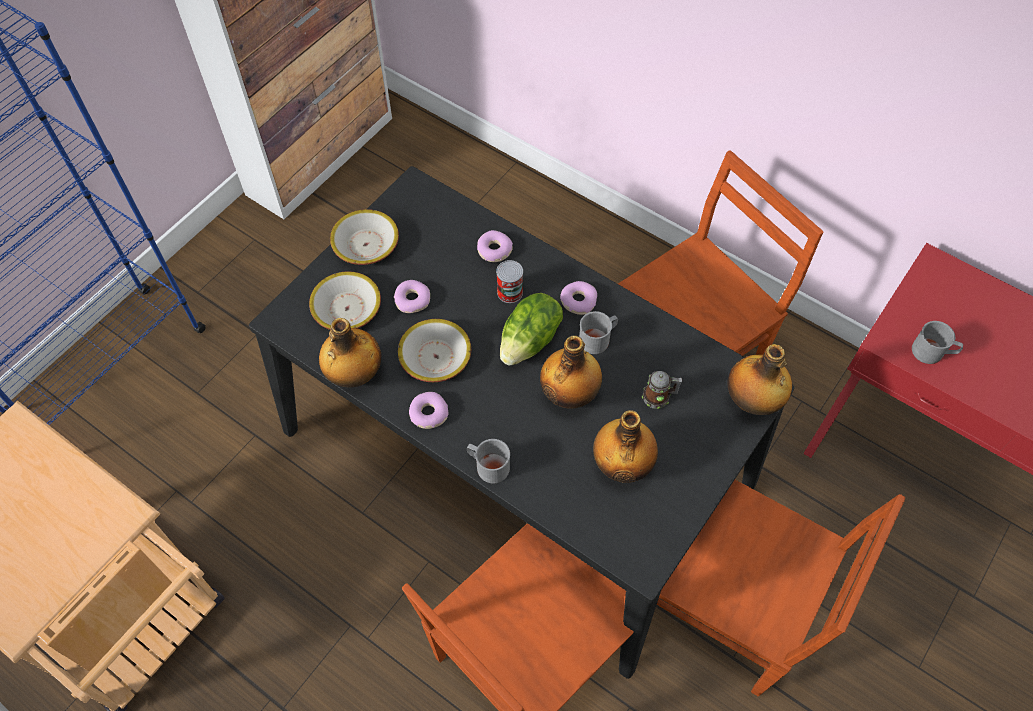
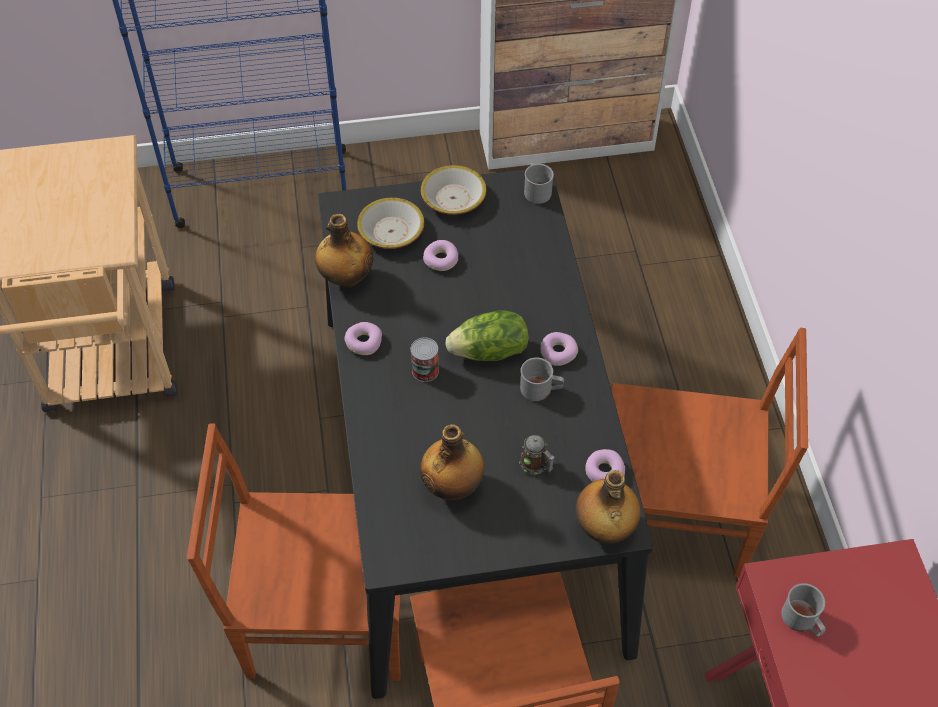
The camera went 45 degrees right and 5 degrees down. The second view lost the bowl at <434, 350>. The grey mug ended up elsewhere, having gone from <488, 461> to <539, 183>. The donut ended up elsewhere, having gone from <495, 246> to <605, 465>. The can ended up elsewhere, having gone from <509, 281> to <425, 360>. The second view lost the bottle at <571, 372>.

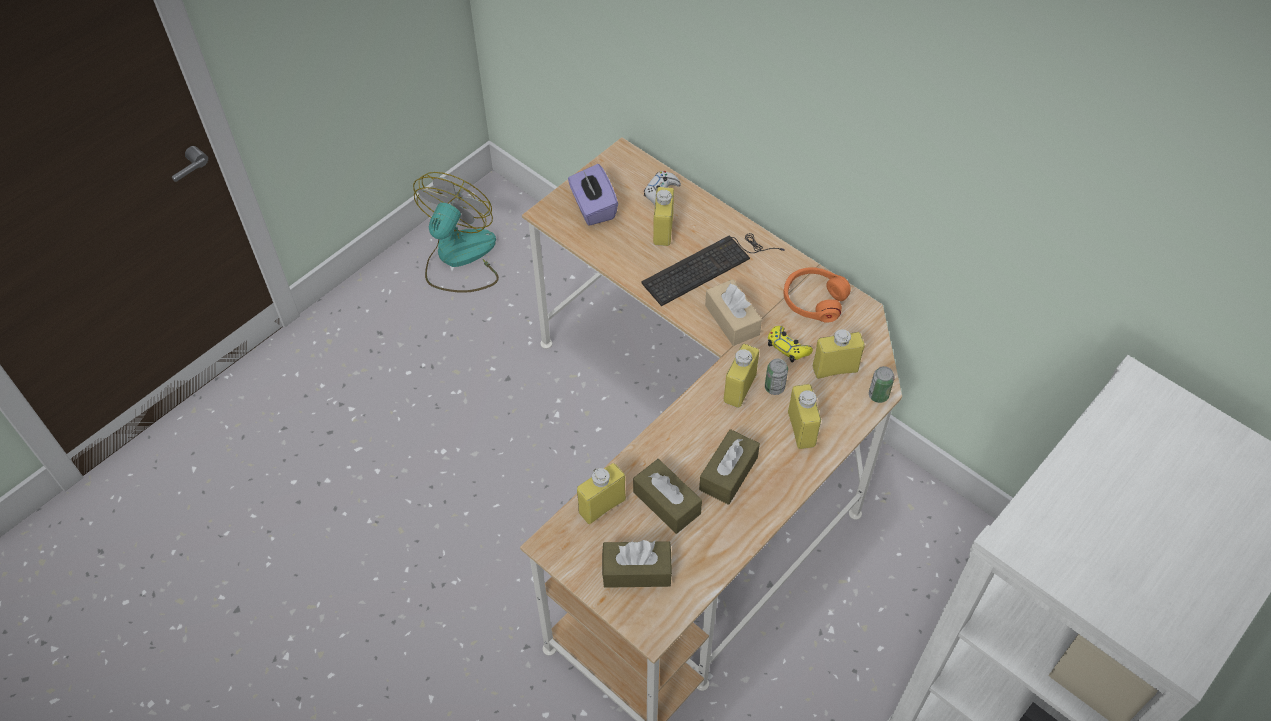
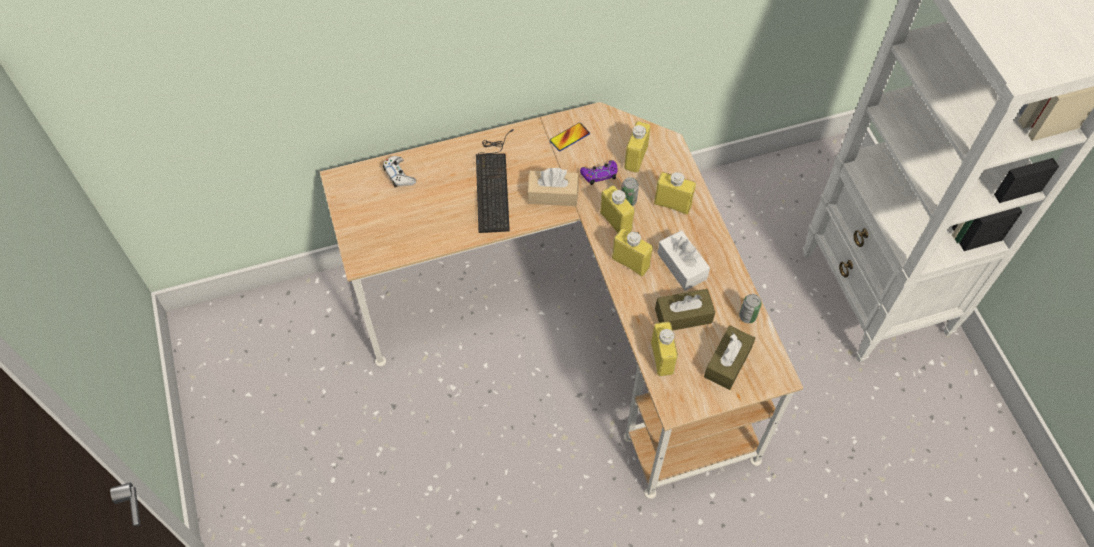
The camera went 60 degrees left and 5 degrees up. The second view lost the fan at <456, 232>. The second view lost the purple tissue box at <593, 195>. The yellow bottle ended up elsewhere, having gone from <663, 216> to <632, 252>. What was the brown tissue box at <729, 467> turned into the white tissue box at <683, 261>. What was the yellow game controller at <790, 344> turned into the purple game controller at <599, 172>. Where the orange headphones stood at <817, 295>, the phone came to stand at <570, 137>. The can ended up elsewhere, having gone from <882, 384> to <750, 308>.

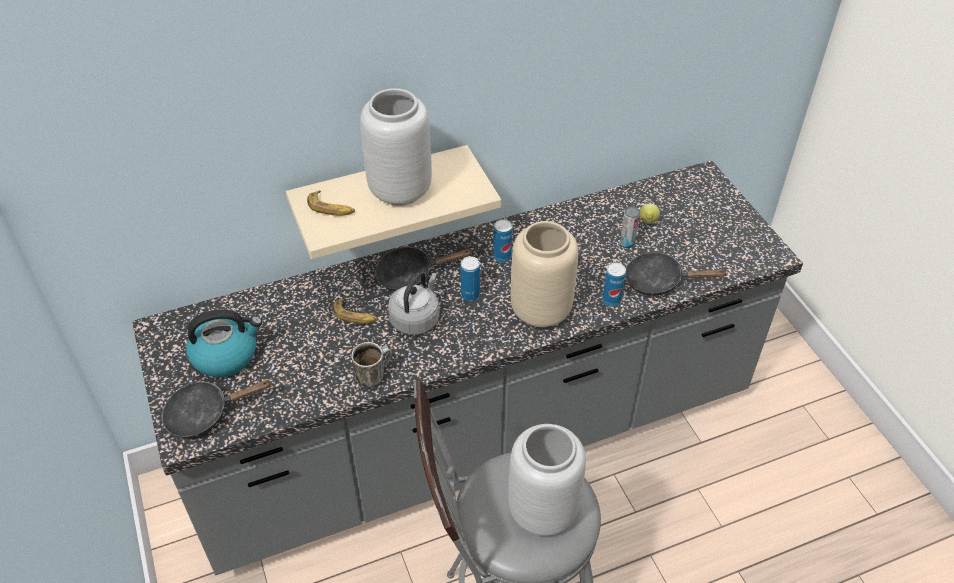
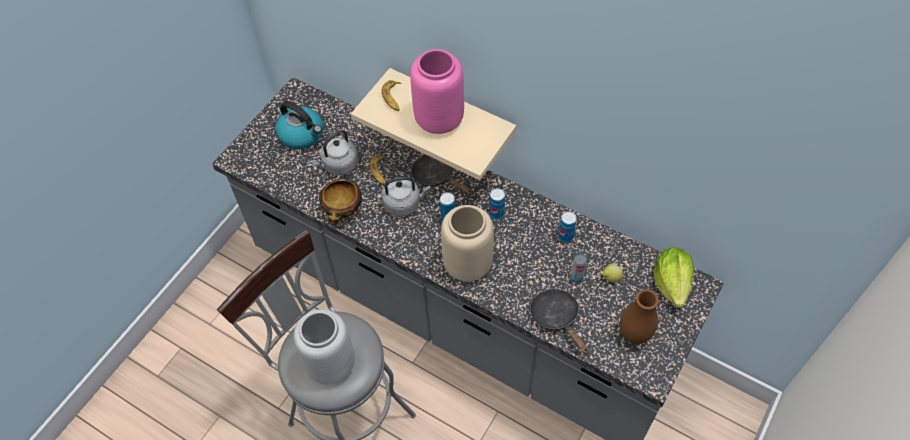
The camera went 55 degrees right and 10 degrees up. The second view lost the black frying pan at <217, 409>. Where the mug stood at <371, 364>, the bowl came to stand at <340, 201>. What was the grey vase at <396, 147> turned into the pink vase at <437, 91>. The can ended up elsewhere, having gone from <614, 285> to <567, 227>. The second view gained the grey kettle at <335, 152>. The second view gained the brown vase at <639, 316>. The second view gained the lettuce at <673, 277>.

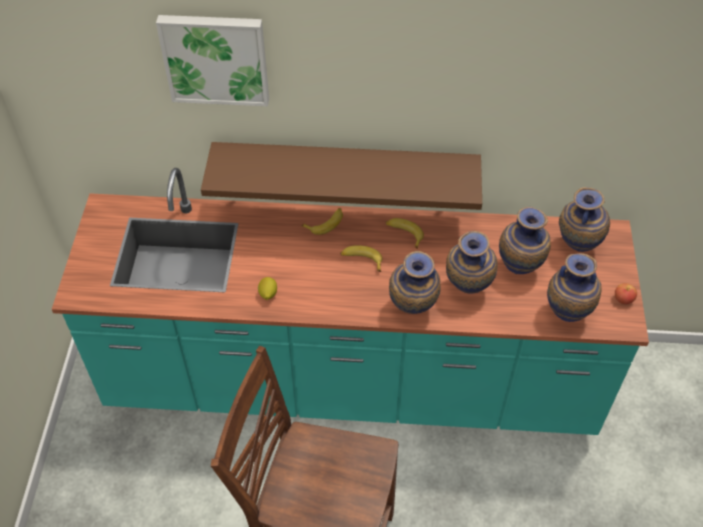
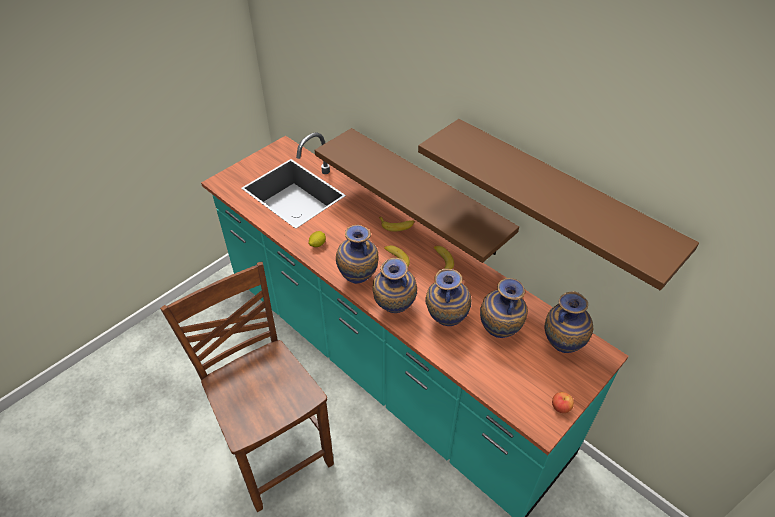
The camera went 40 degrees right and 5 degrees down. The second view lost the picture at <212, 60>. The vase ended up elsewhere, having gone from <574, 287> to <357, 254>. The second view gained the brown shelf at <558, 205>.

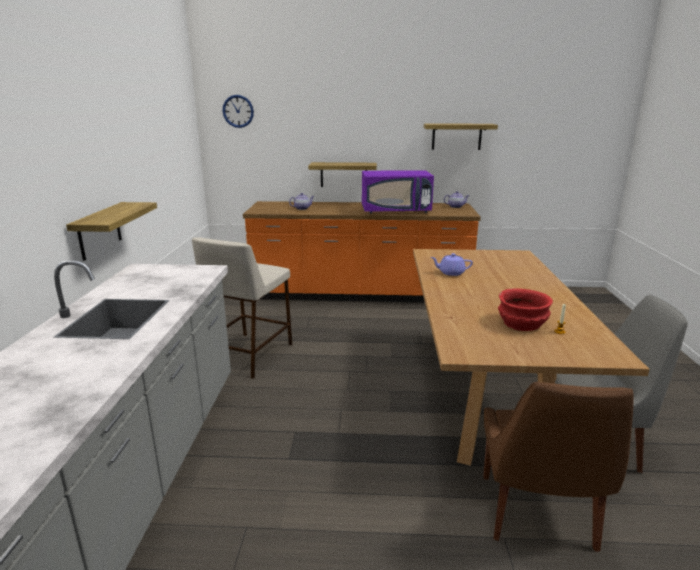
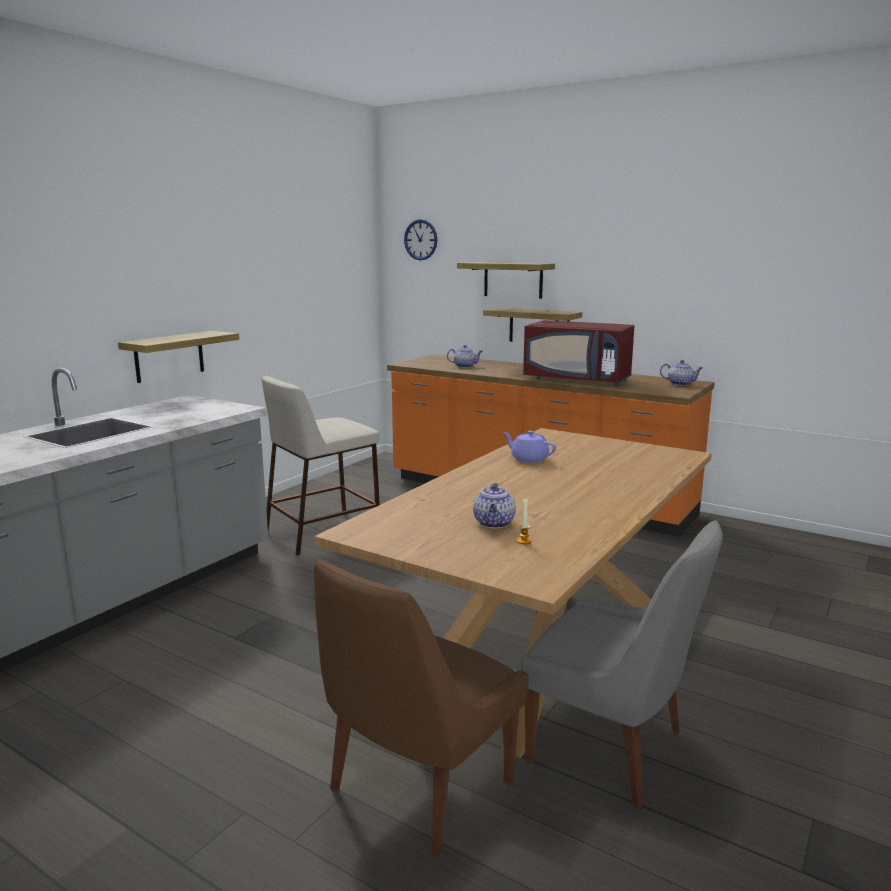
The camera went 30 degrees right and 5 degrees down. What was the purple microwave at <398, 192> turned into the red microwave at <578, 353>. The shelf ended up elsewhere, having gone from <461, 137> to <506, 280>. Where the red bowl stood at <525, 309>, the teapot came to stand at <494, 505>.

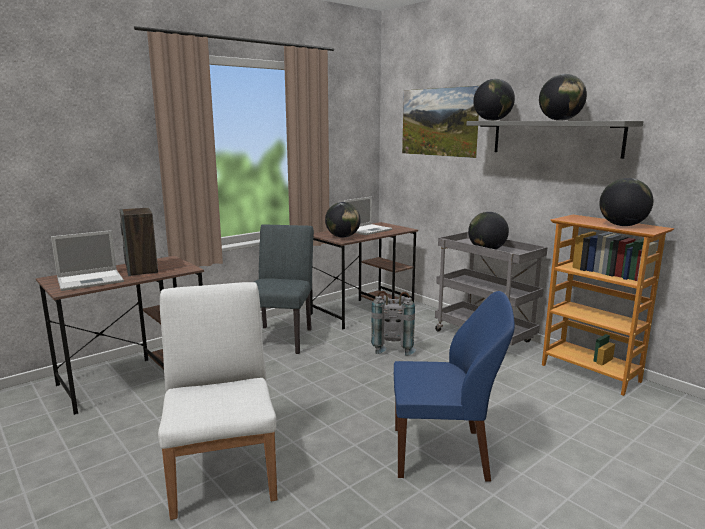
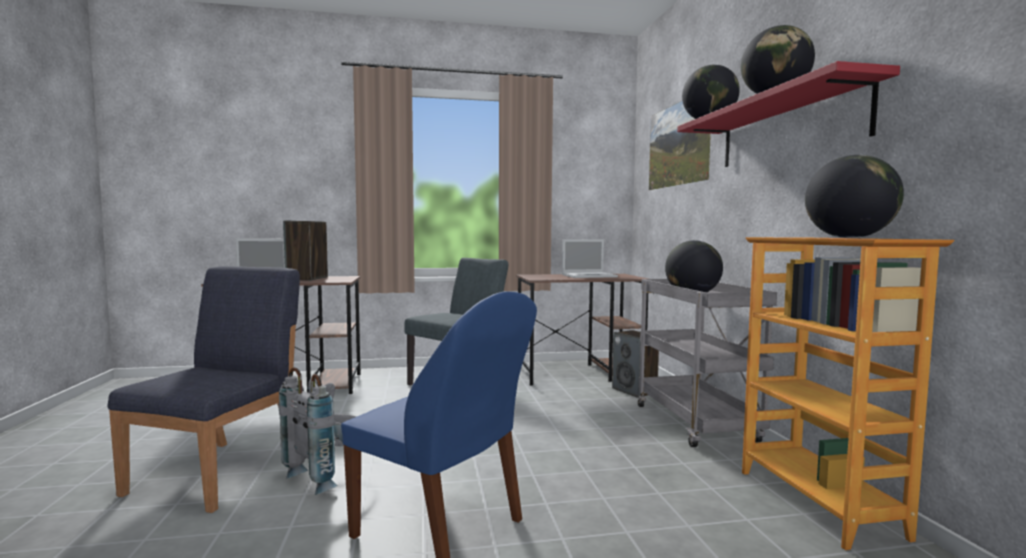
The camera went 30 degrees right and 10 degrees down. What was the white chair at <217, 401> turned into the blue chair at <204, 389>. The second view lost the globe at <343, 220>. The grey backpack ended up elsewhere, having gone from <393, 323> to <317, 431>. What was the grey shelf at <555, 140> turned into the red shelf at <788, 114>. The second view gained the speaker at <635, 364>.

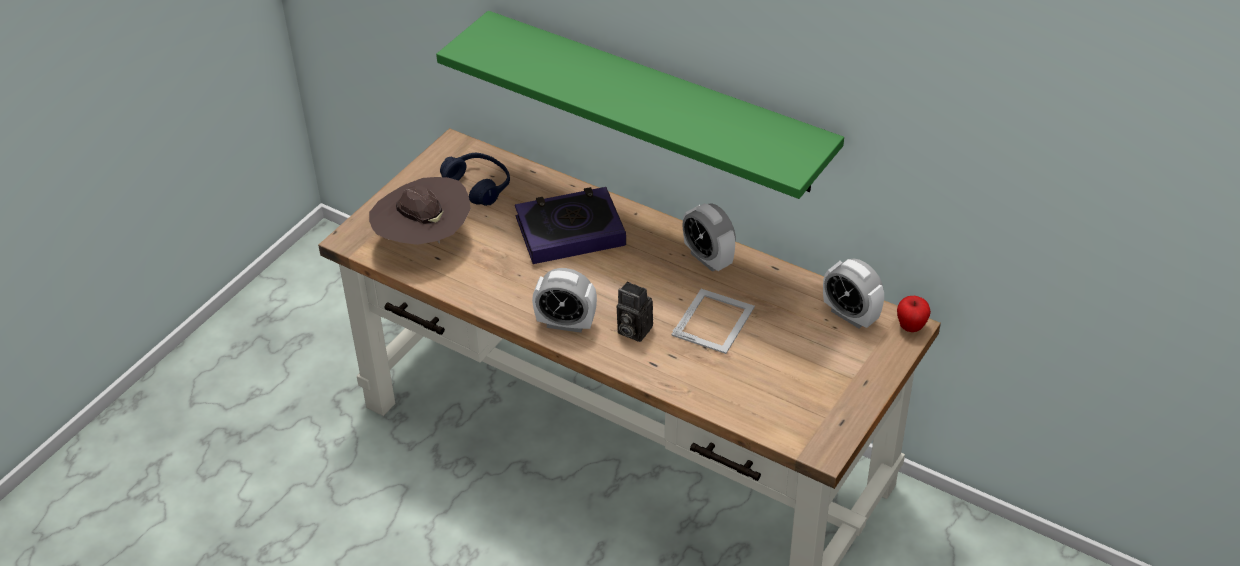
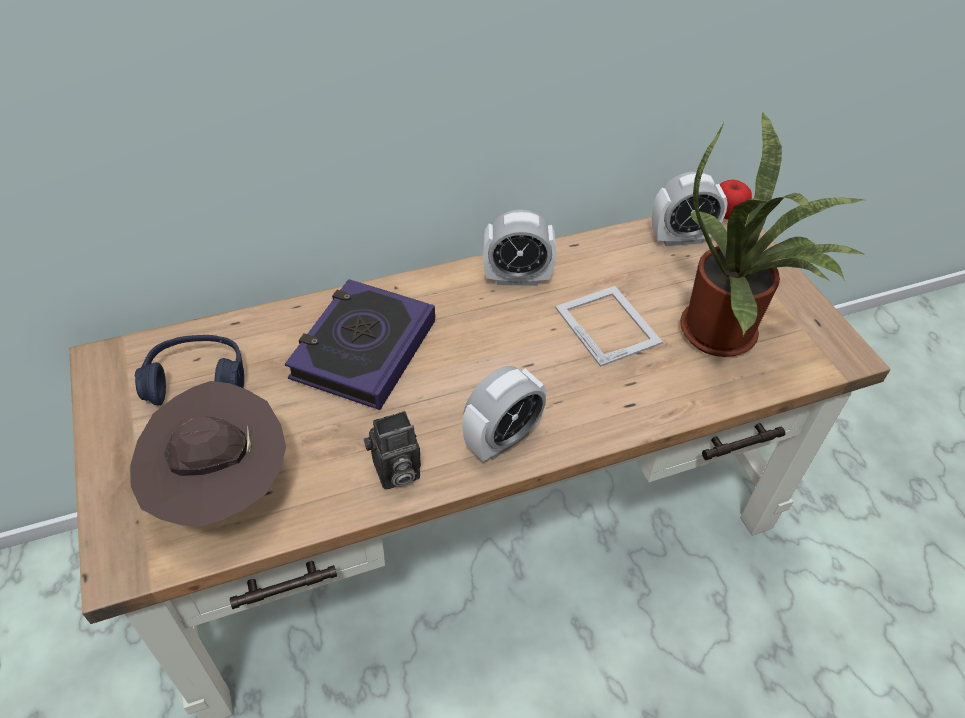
The camera went 55 degrees left and 5 degrees up. The second view lost the green shelf at <640, 105>. The photo camera ended up elsewhere, having gone from <635, 311> to <392, 450>. The second view gained the potted plant at <774, 234>.

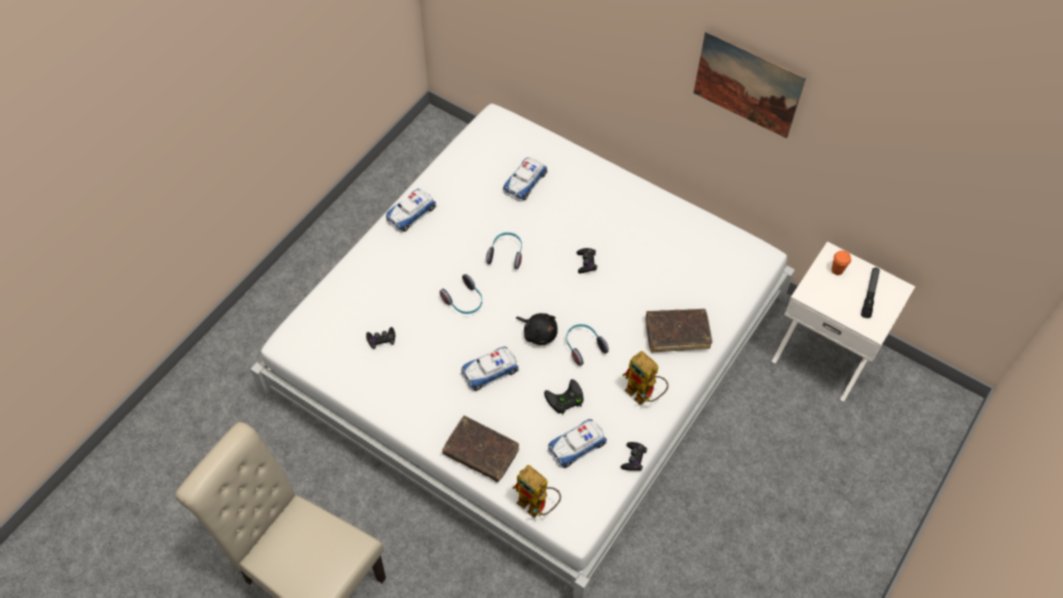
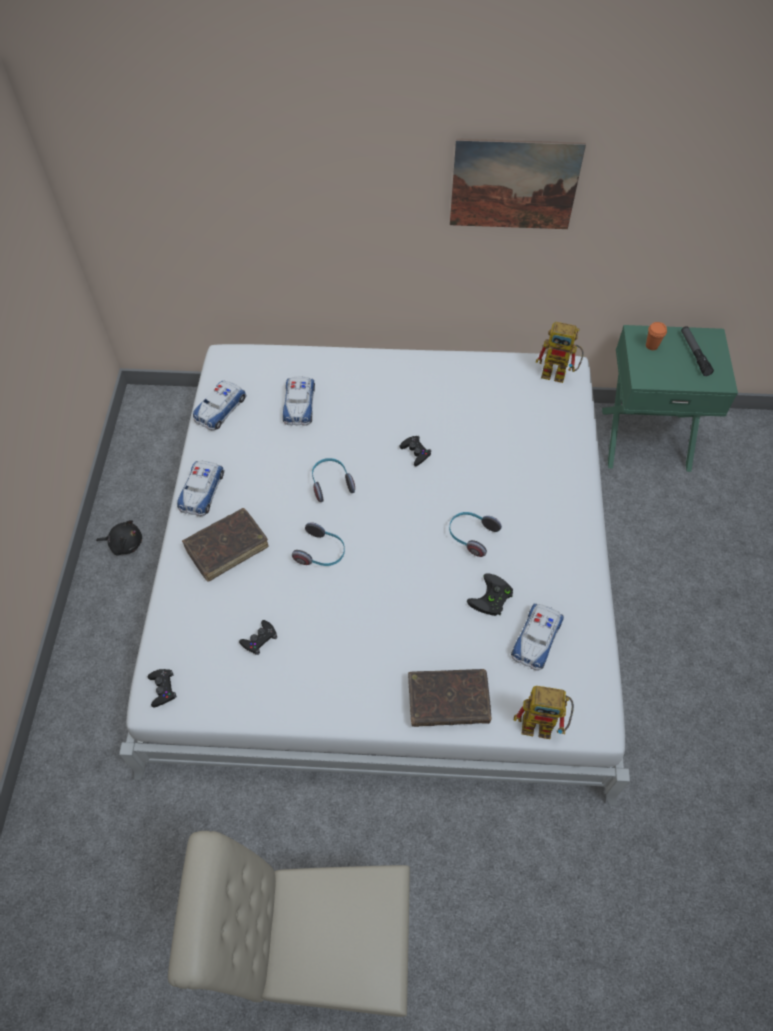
The camera went 30 degrees left and 0 degrees up. The toy car ended up elsewhere, having gone from <490, 369> to <220, 406>. The black plush toy ended up elsewhere, having gone from <537, 329> to <119, 538>. The black game controller ended up elsewhere, having gone from <634, 456> to <162, 688>. The toy robot ended up elsewhere, having gone from <645, 378> to <560, 352>. The brown book ended up elsewhere, having gone from <679, 331> to <225, 544>. What was the white nightstand at <843, 321> turned into the green nightstand at <670, 398>.

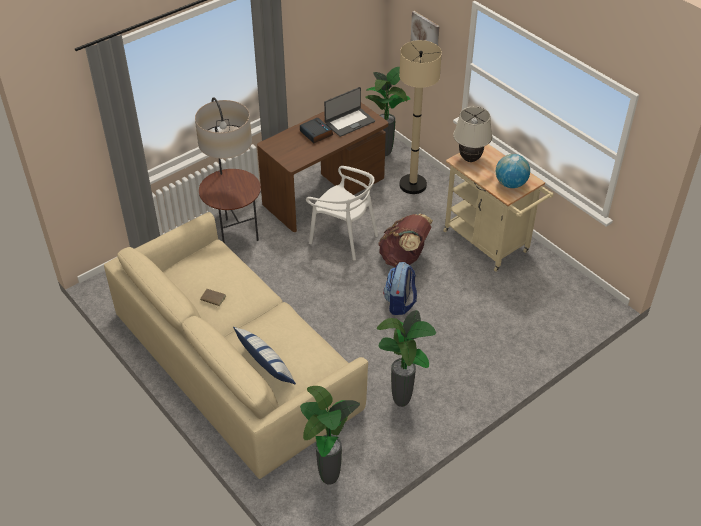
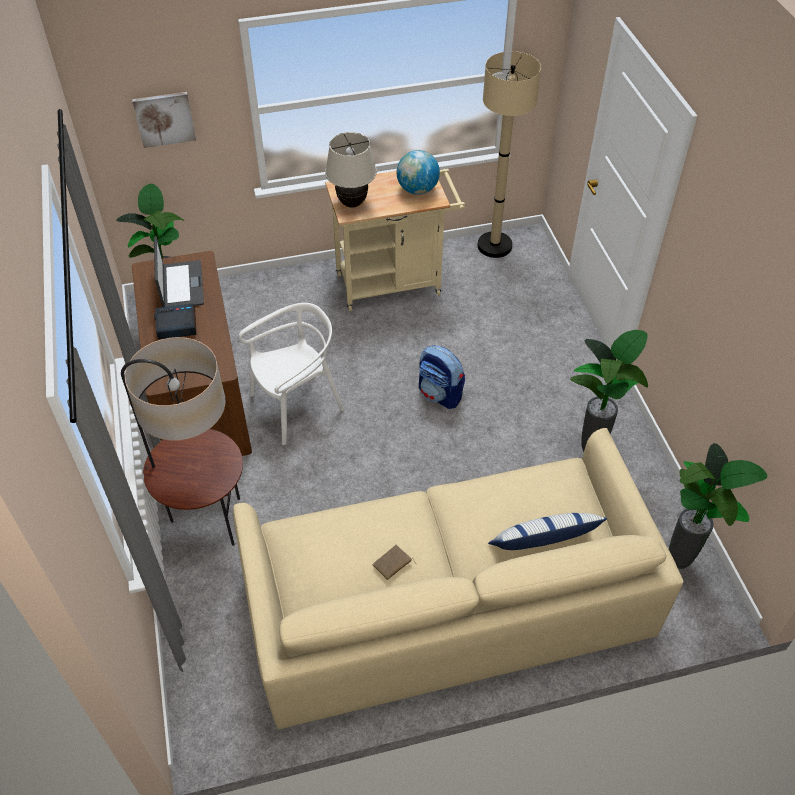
The camera went 65 degrees left and 5 degrees up. The second view lost the brown backpack at <405, 240>. The beige floor lamp ended up elsewhere, having gone from <420, 117> to <509, 154>.

